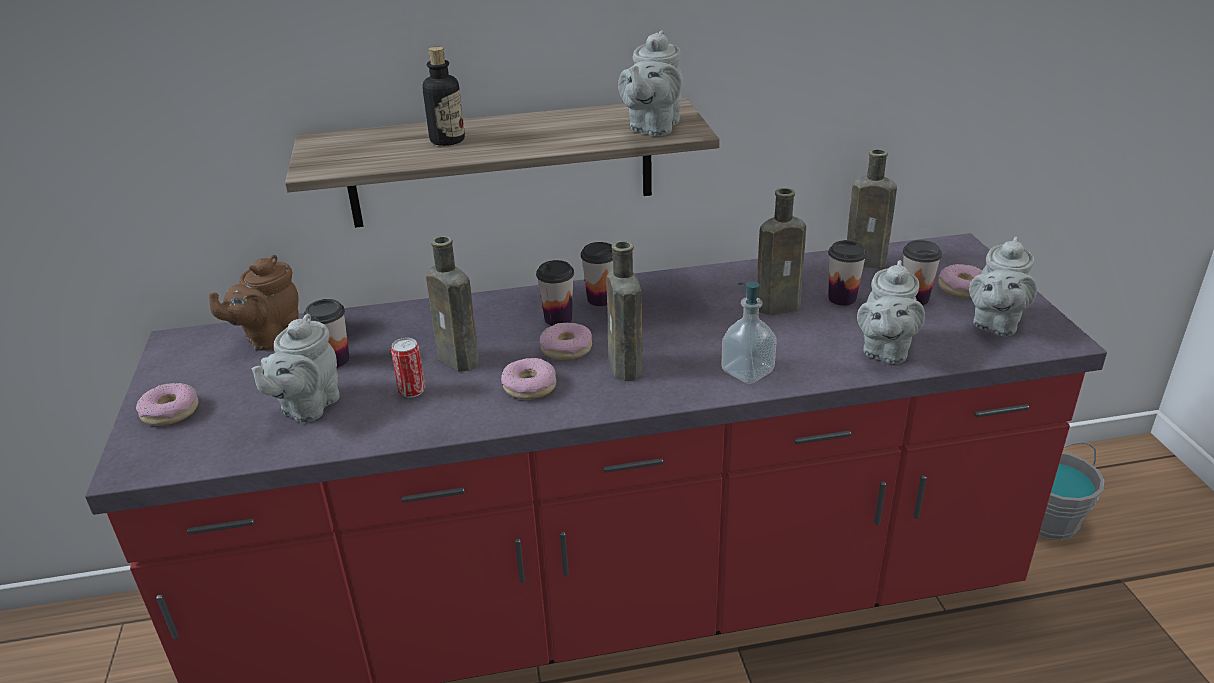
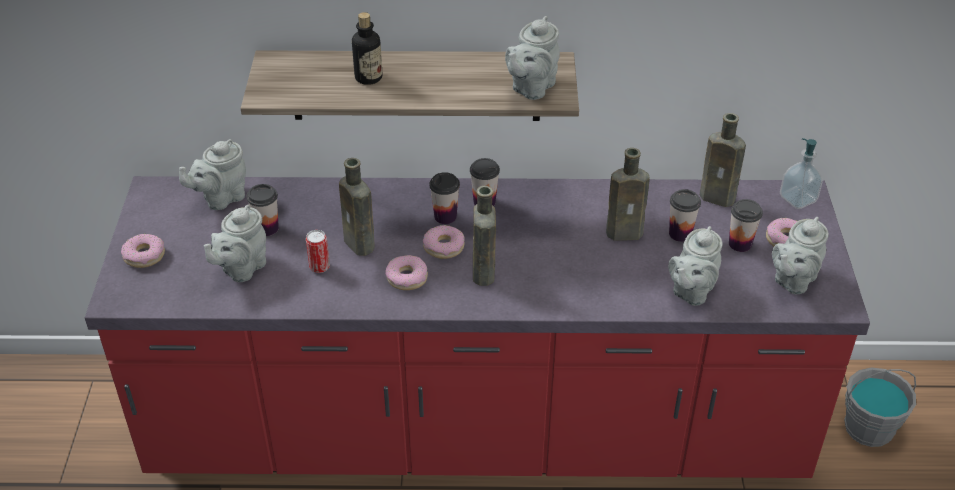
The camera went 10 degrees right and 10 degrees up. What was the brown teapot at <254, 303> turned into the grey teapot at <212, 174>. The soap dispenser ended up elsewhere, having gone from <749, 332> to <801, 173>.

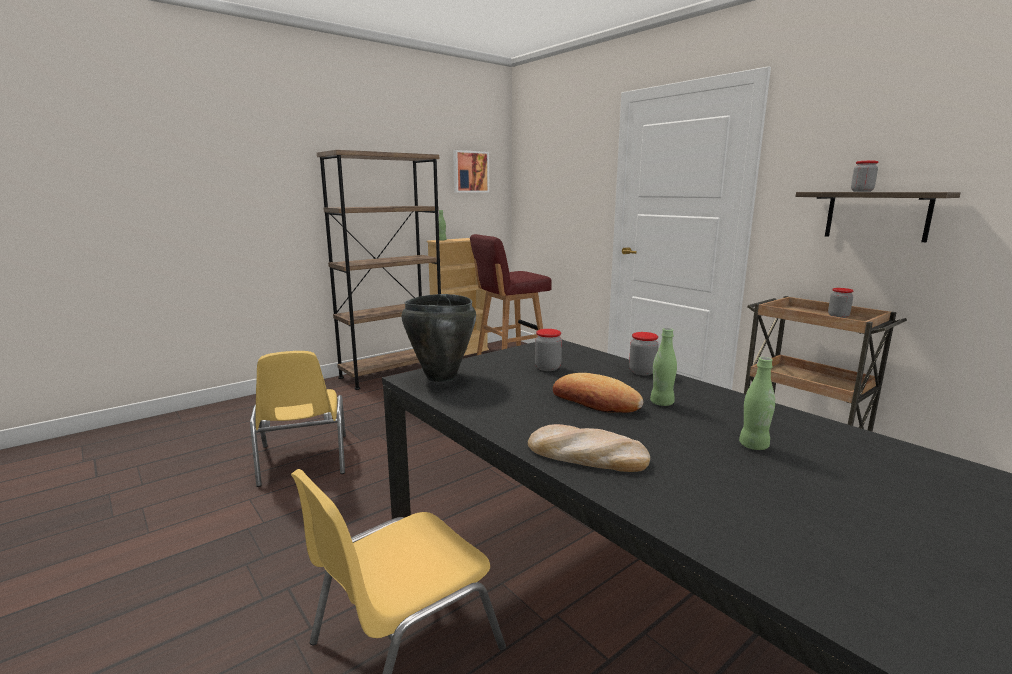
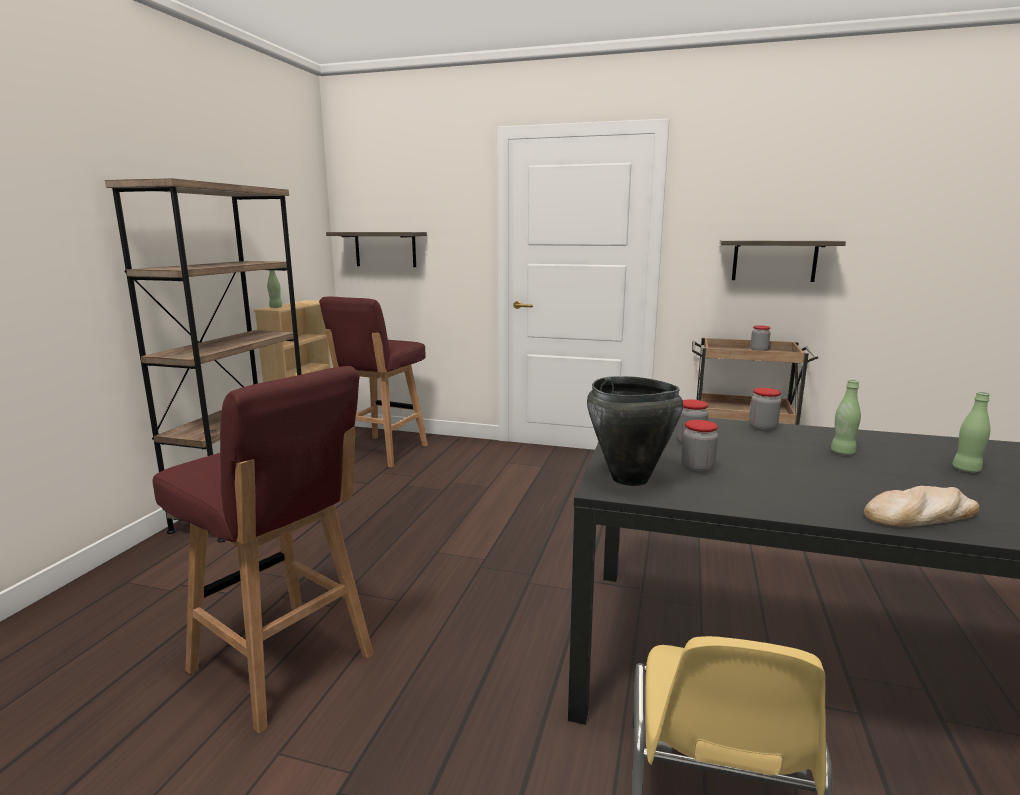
The camera went 35 degrees left and 0 degrees up. Where the yellow chair stood at <298, 419>, the red stool came to stand at <263, 549>. The second view lost the picture at <471, 171>. The second view lost the bread at <598, 393>. The jar ended up elsewhere, having gone from <864, 176> to <699, 447>. The second view gained the shelf at <376, 249>.

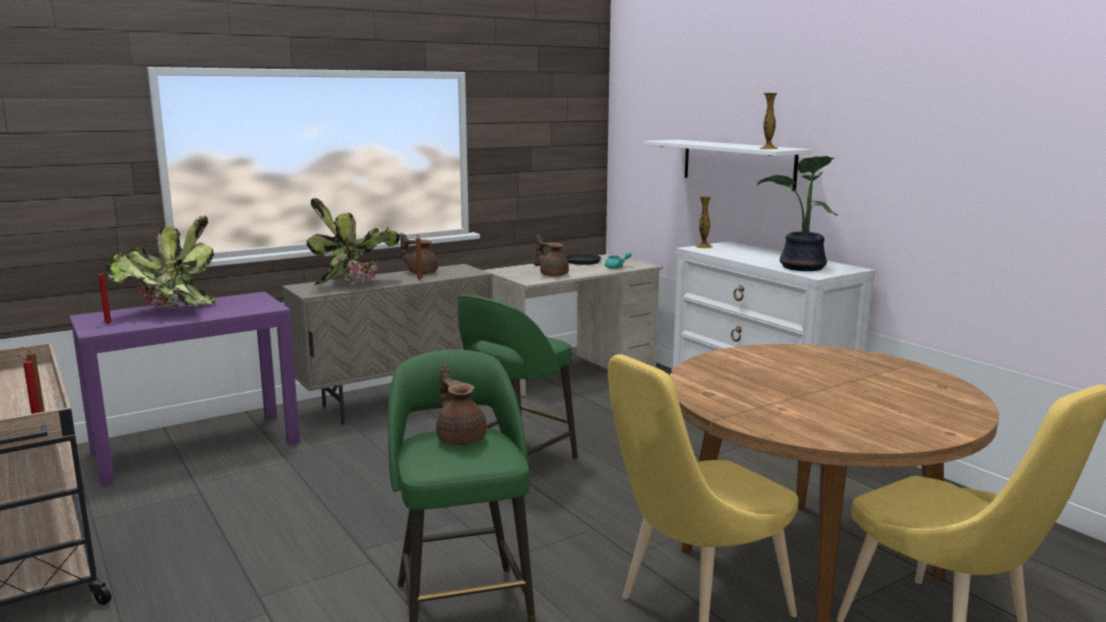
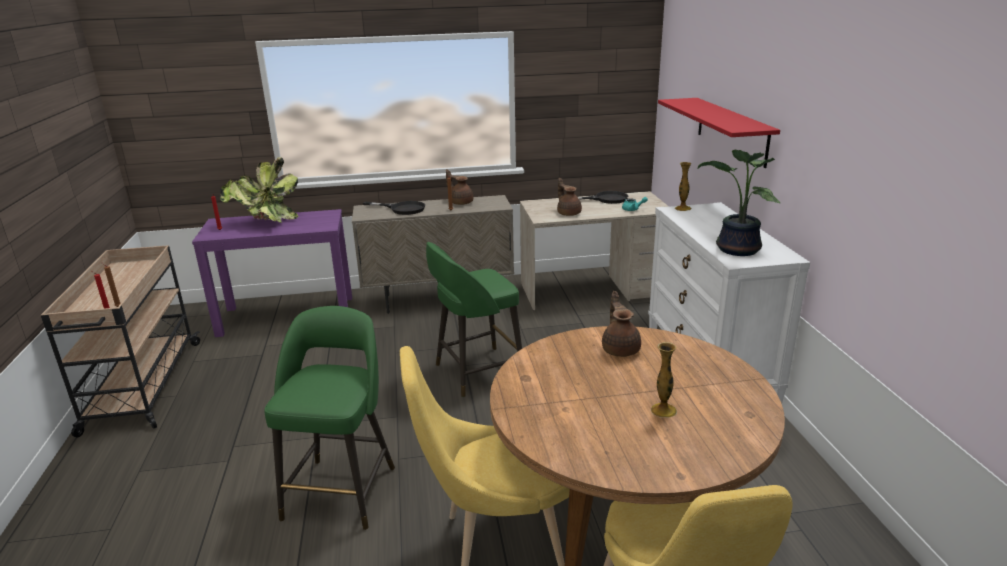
The camera went 25 degrees right and 10 degrees up. Where the potted plant stood at <353, 242>, the black frying pan came to stand at <394, 208>. The brown teapot ended up elsewhere, having gone from <461, 405> to <621, 324>. What was the white shelf at <728, 165> turned into the red shelf at <719, 133>. The vase ended up elsewhere, having gone from <769, 121> to <664, 380>.

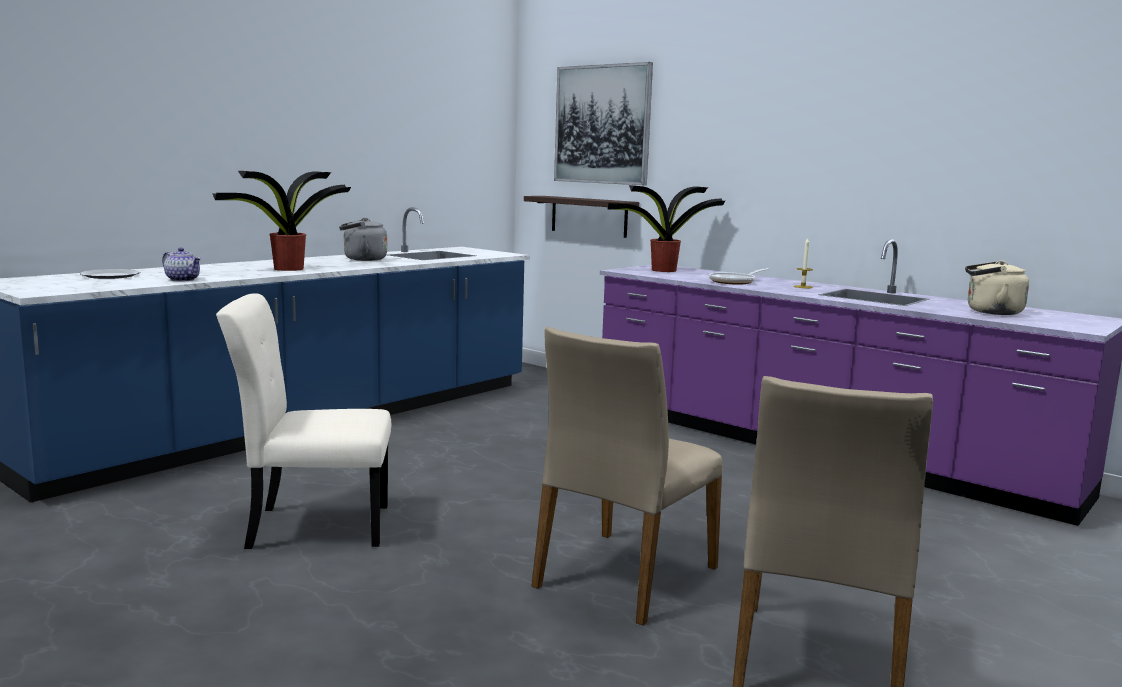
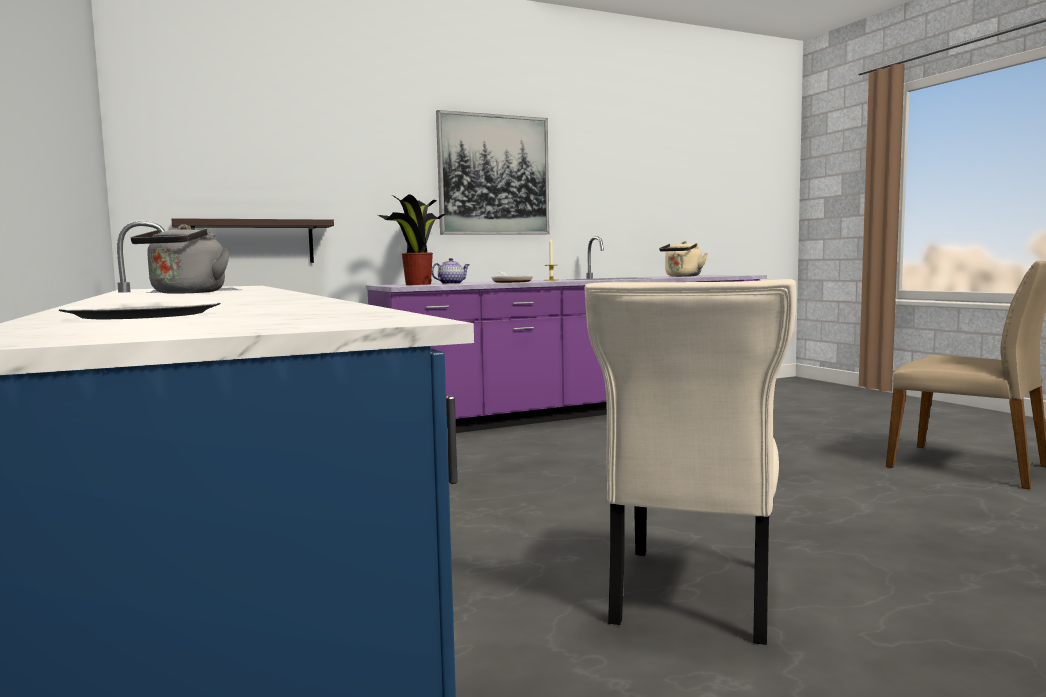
The camera went 65 degrees left and 5 degrees down. The teapot ended up elsewhere, having gone from <181, 265> to <450, 271>. The second view lost the potted plant at <281, 221>. The second view lost the beige chair at <627, 476>. The picture ended up elsewhere, having gone from <603, 123> to <493, 172>.

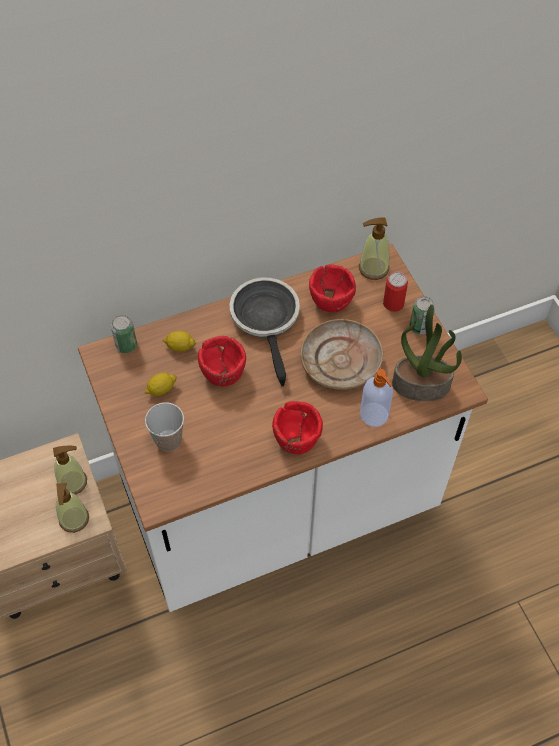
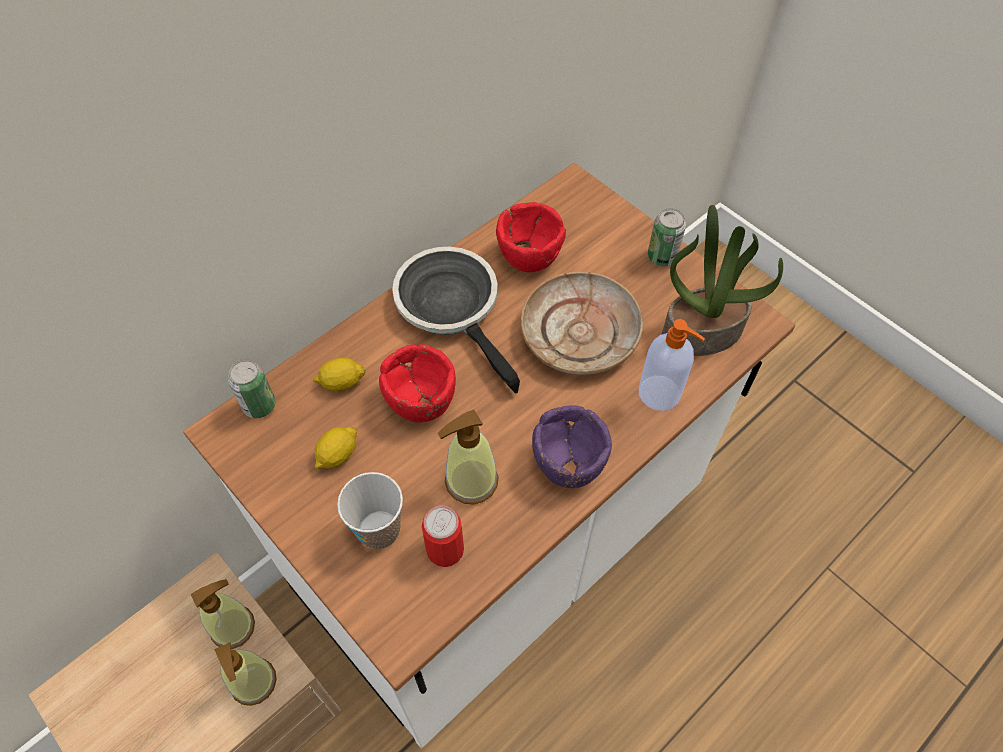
The camera went 20 degrees left and 0 degrees up. What was the red bowl at <297, 427> turned into the purple bowl at <572, 447>. The soap dispenser ended up elsewhere, having gone from <374, 248> to <467, 457>. The can ended up elsewhere, having gone from <395, 292> to <443, 536>.

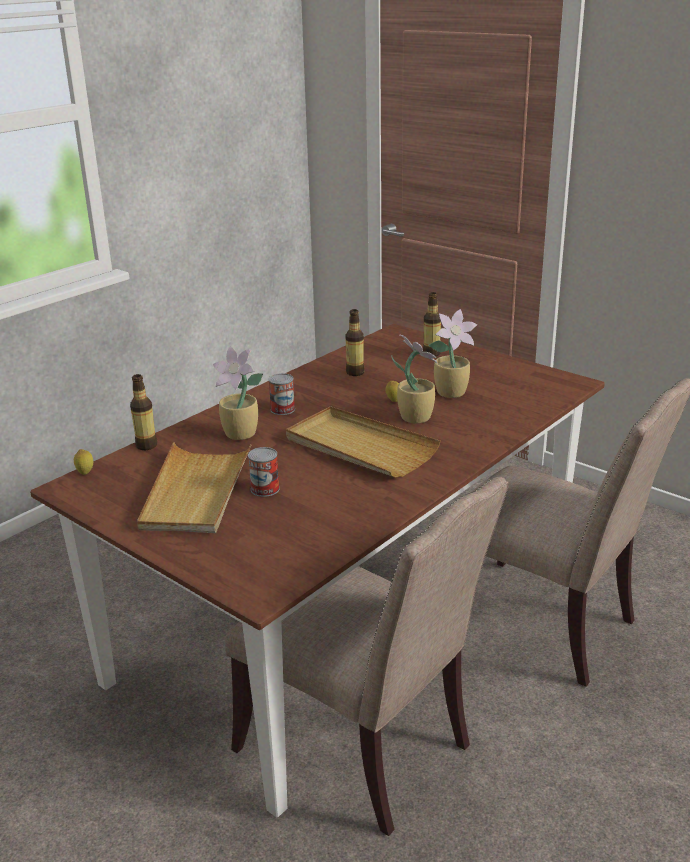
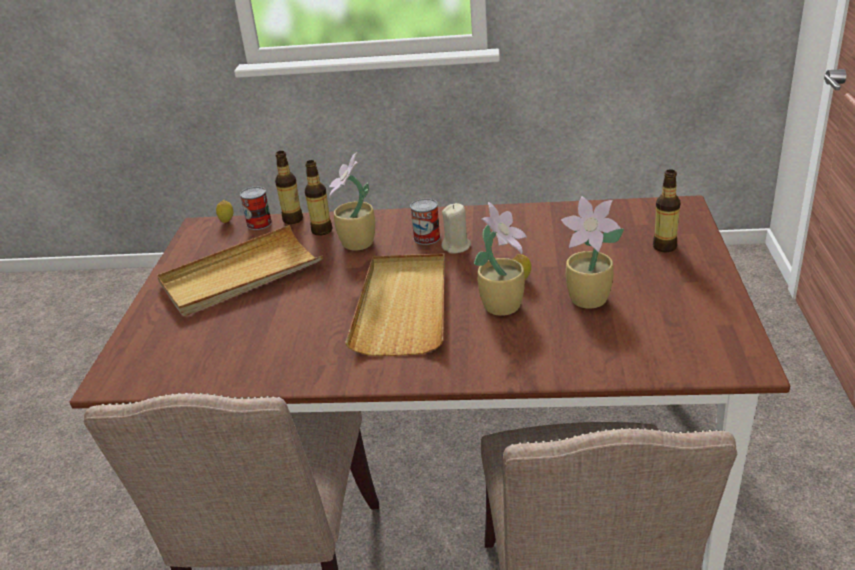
The camera went 55 degrees right and 5 degrees up. The can ended up elsewhere, having gone from <264, 472> to <256, 208>. The bottle ended up elsewhere, having gone from <354, 342> to <318, 198>. The second view gained the beige candle at <456, 228>.

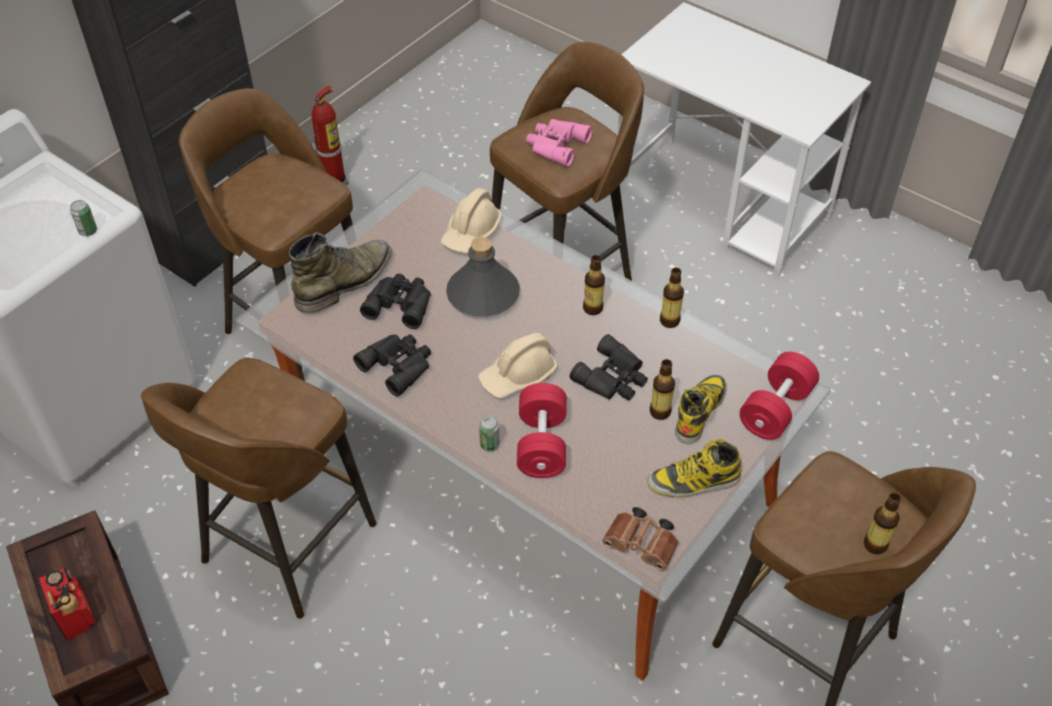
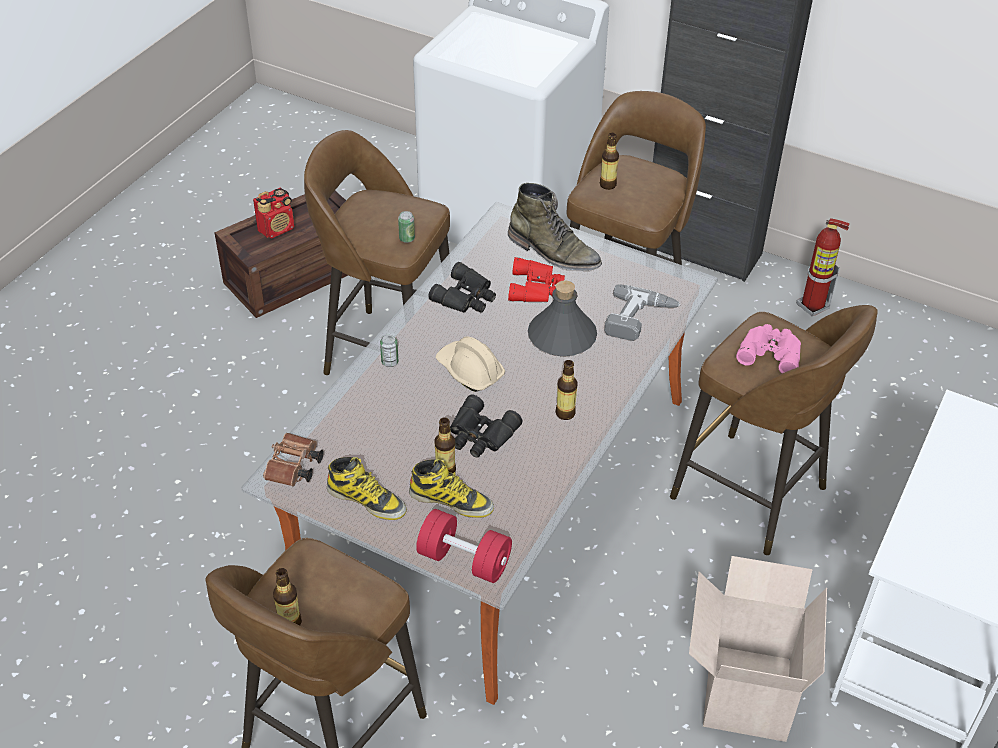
The camera went 80 degrees right and 5 degrees down. The can ended up elsewhere, having gone from <83, 218> to <406, 227>. What was the black binoculars at <395, 301> turned into the red binoculars at <536, 279>. Where the beige hard hat stood at <471, 220>, the power drill came to stand at <642, 313>. The second view lost the red dumbbell at <542, 430>. The boot at <694, 468> ended up facing another way, 135 degrees clockwise from before. The bottle ended up elsewhere, having gone from <672, 298> to <609, 161>. The second view gained the cardboard box at <758, 649>.

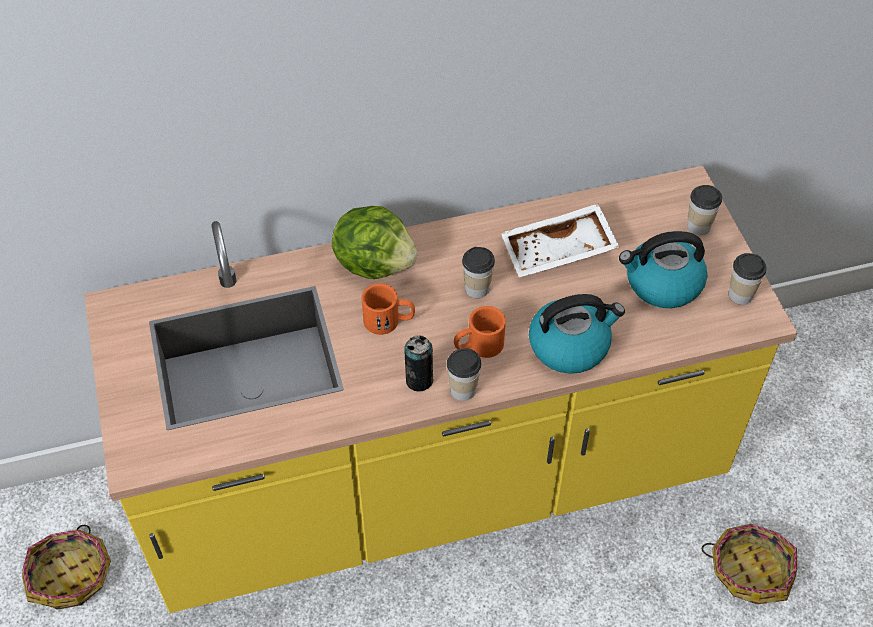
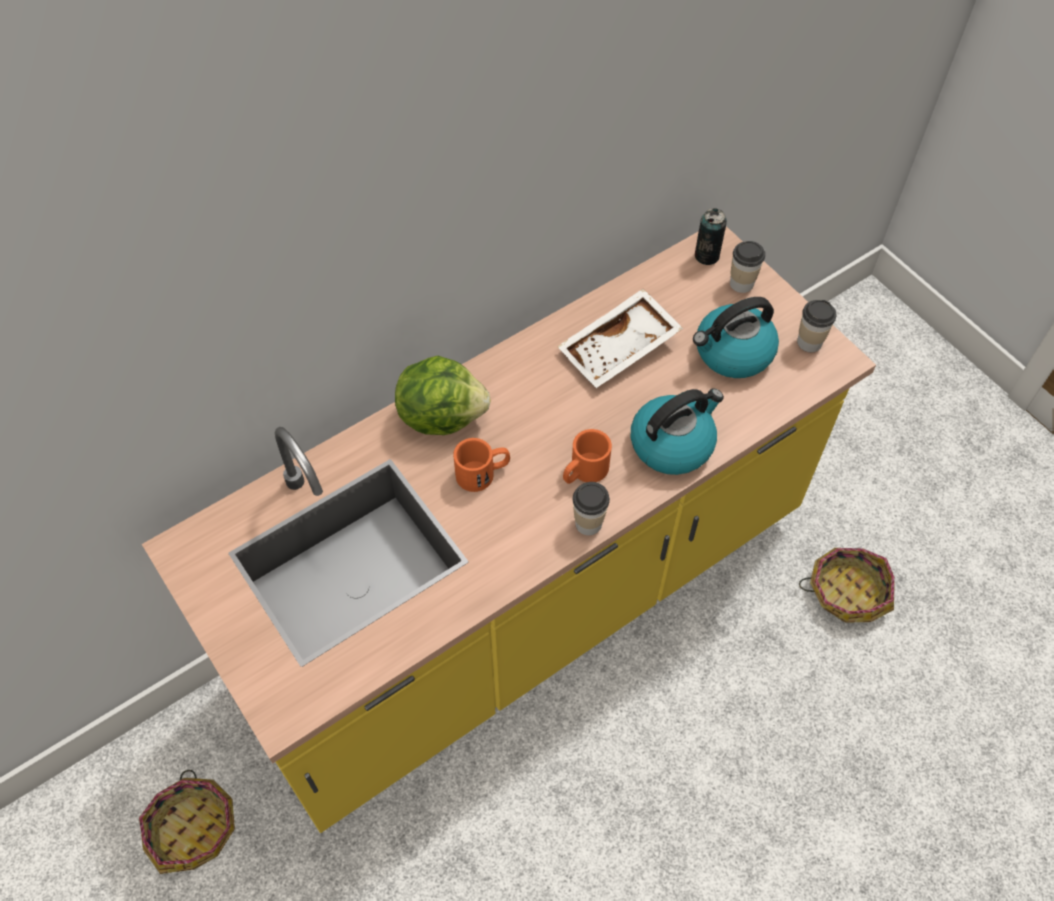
The camera went 20 degrees left and 5 degrees up. The can ended up elsewhere, having gone from <419, 363> to <711, 236>. The second view lost the cup at <478, 272>.

